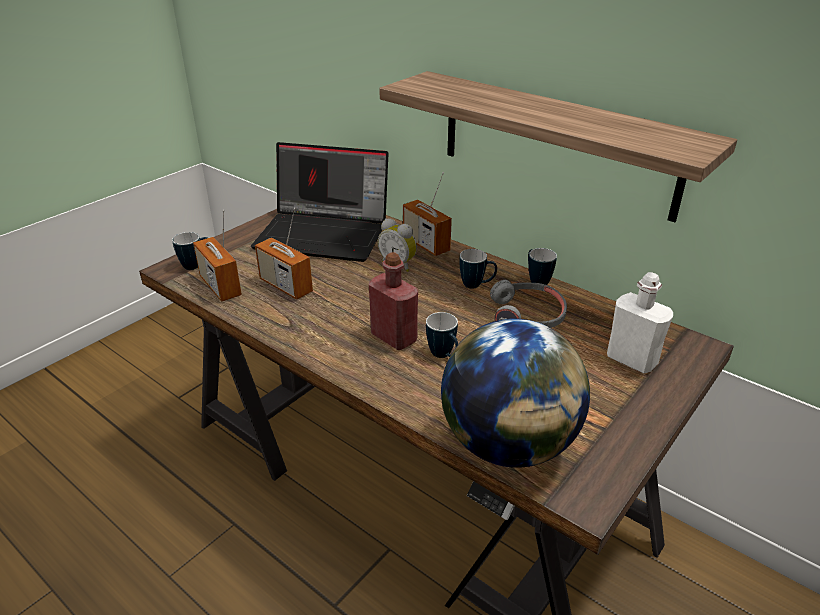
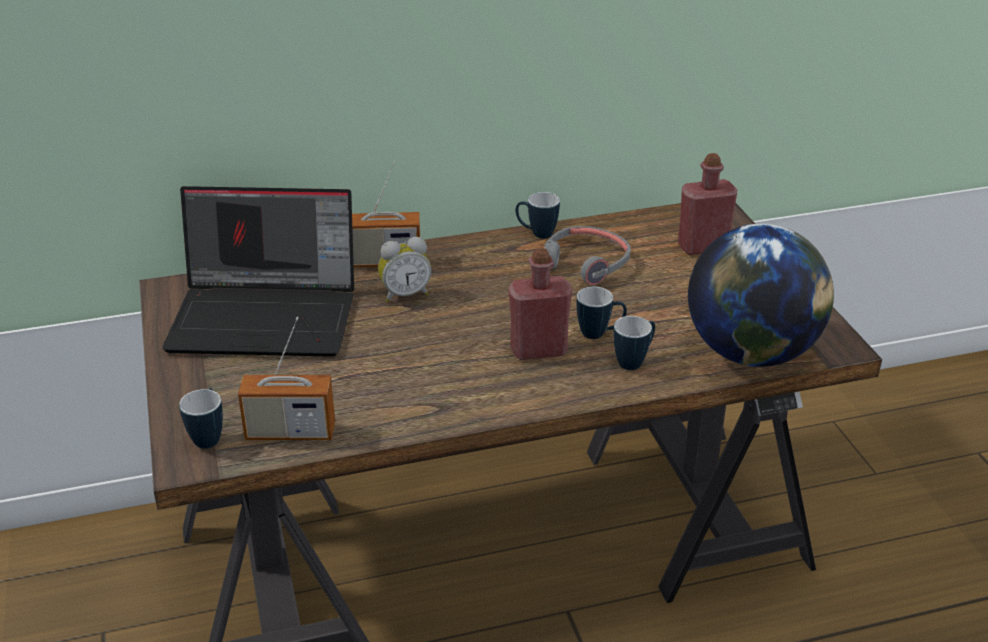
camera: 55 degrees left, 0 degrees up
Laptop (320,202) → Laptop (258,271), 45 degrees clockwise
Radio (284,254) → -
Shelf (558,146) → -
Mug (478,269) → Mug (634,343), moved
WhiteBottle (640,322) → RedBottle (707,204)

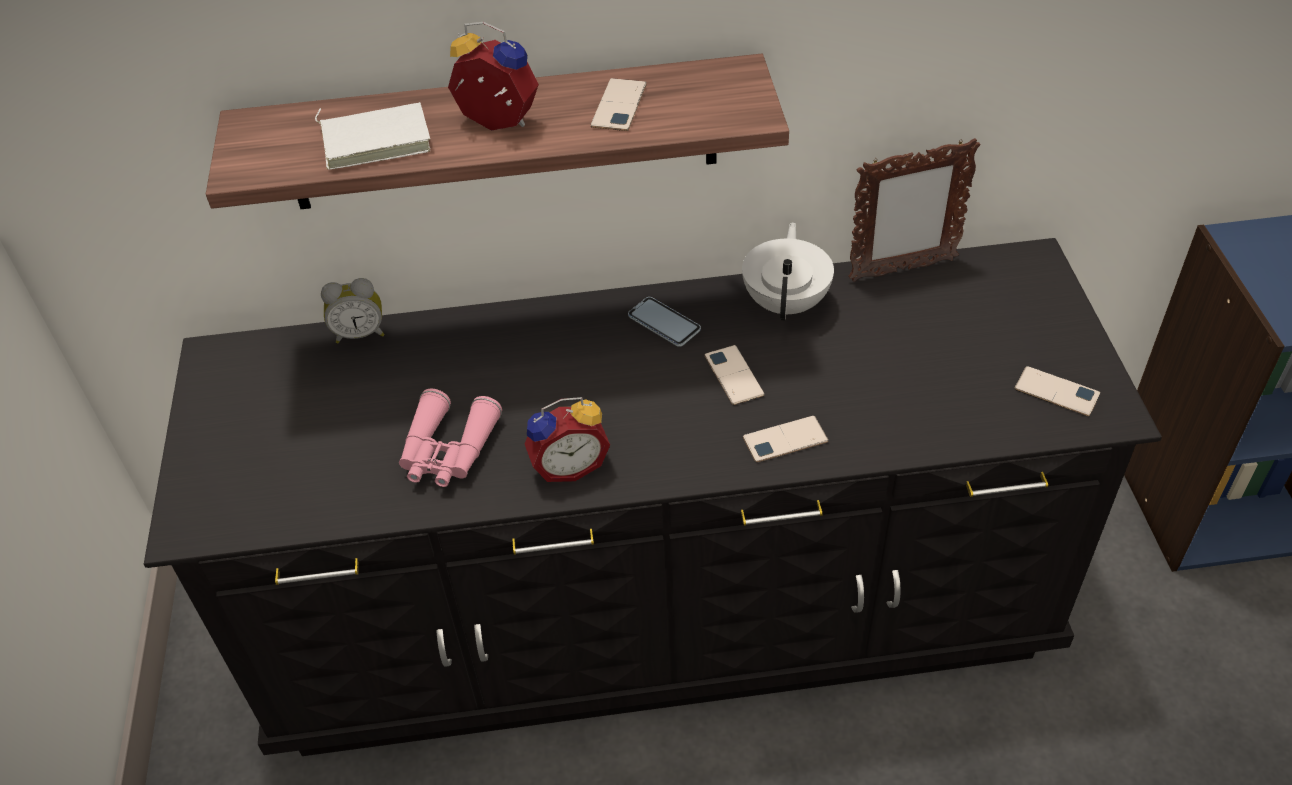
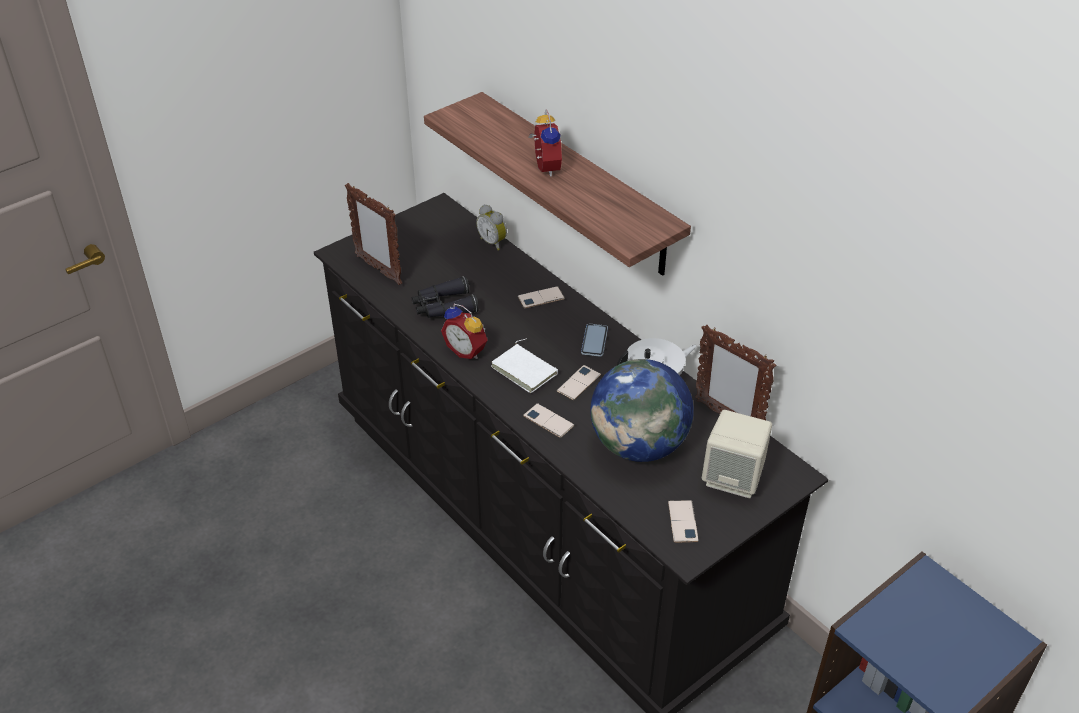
camera: 55 degrees right, 5 degrees down
WhiteBook (372,136) → WhiteBook (524,366), moved
PinkBinoculars (450,438) → BlackBinoculars (445,297)
Phone (619,104) → Phone (541,297), moved
- → PictureFrame (373,234)
- → Globe (642,410)
- → BeigeSpeaker (737,454)

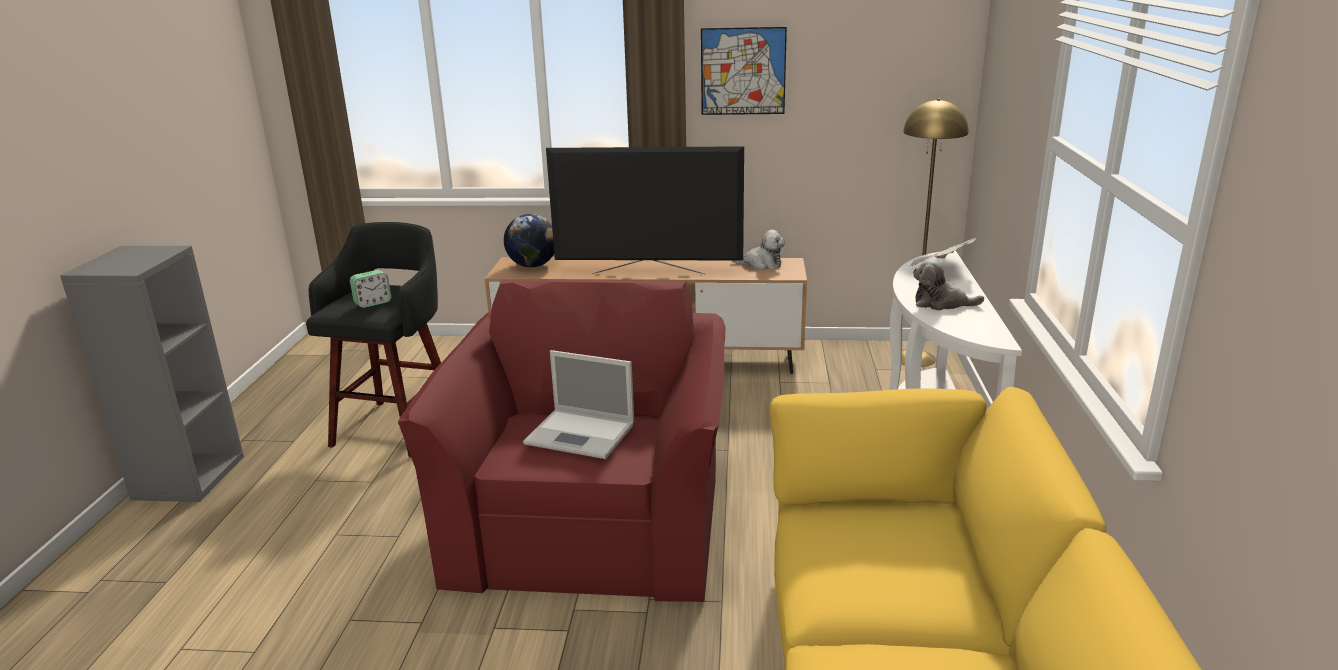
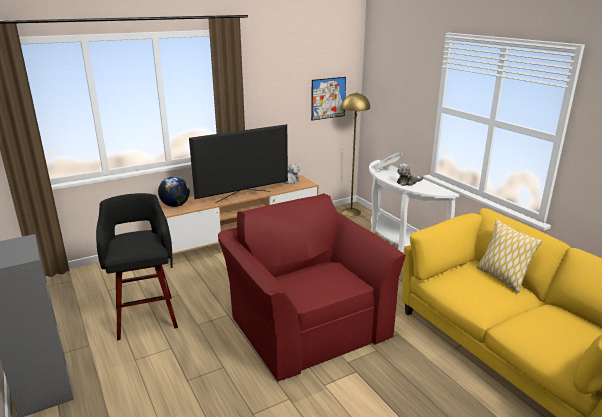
camera: 35 degrees left, 0 degrees up
AlarmClock (370,289) → -
Laptop (578,404) → -
Picture (744,71) → Picture (328,98), moved
- → Pillow (509,256)

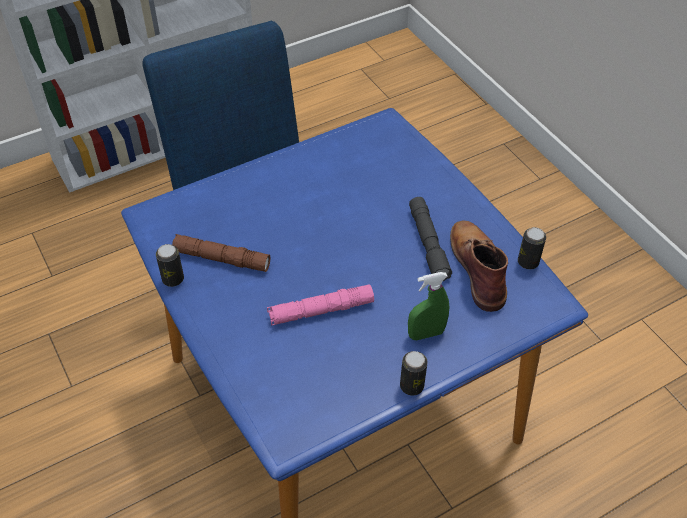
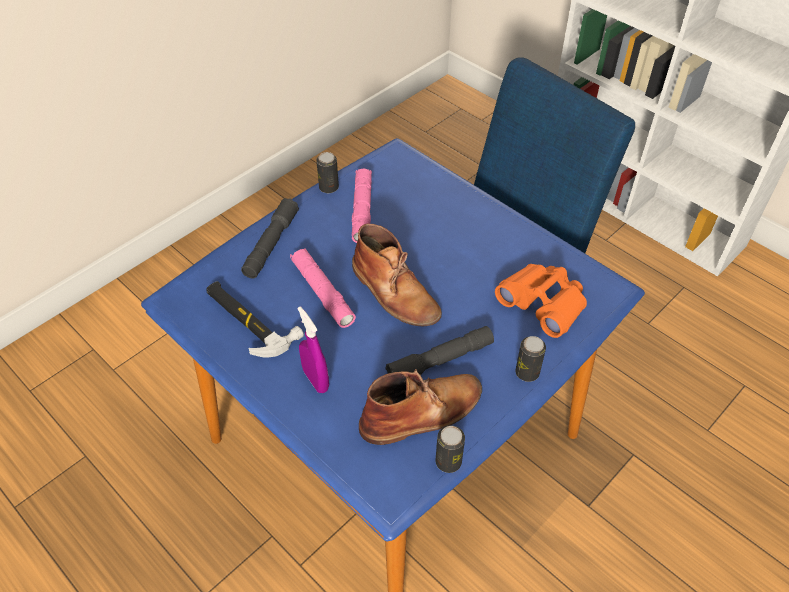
camera: 75 degrees right, 0 degrees up
BrownFlashlight (221,253) → PinkFlashlight (362,205)
Can (413,373) → Can (530,359), moved
GreenSprayBottle (429,306) → PurpleSprayBottle (313,349)
- → Hammer (255,319)
- → GreyFlashlight (270,238)
- → BrownBoot (397,274)
- → OrangeBinoculars (541,301)

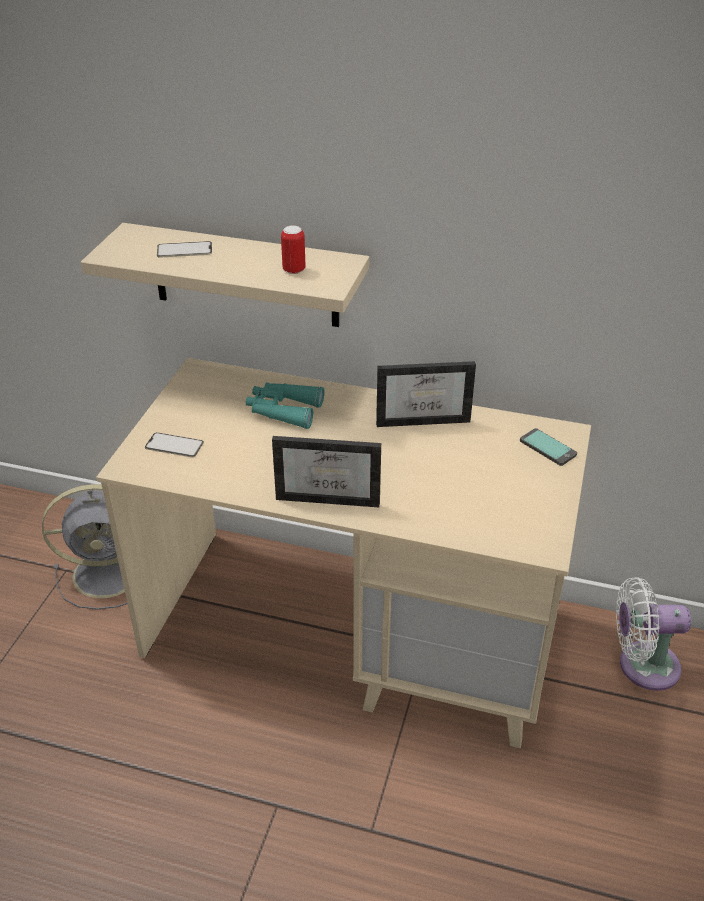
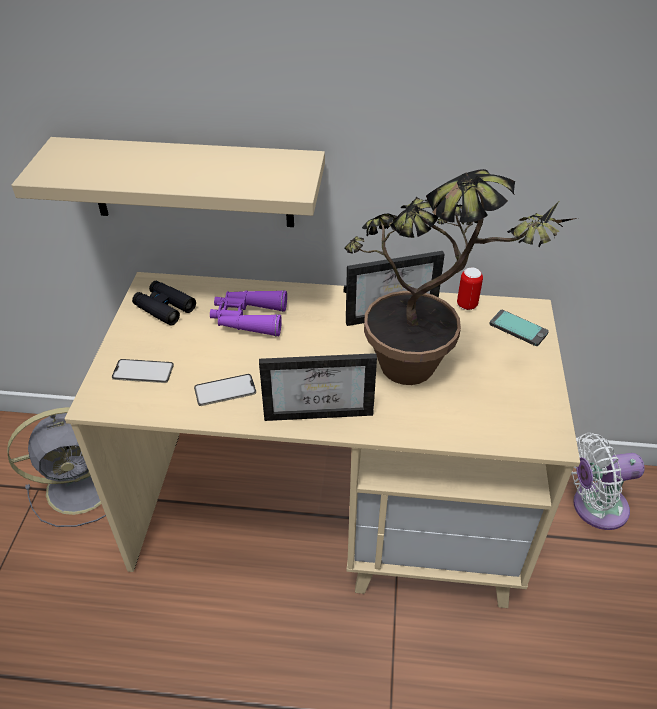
camera: 10 degrees left, 5 degrees up
Phone (184,249) → Phone (225,390), moved
TurquoiseBinoculars (285,405) → PurpleBinoculars (248,313)
Can (293,250) → Can (470,289), moved
- → BlackBinoculars (164,303)
- → PottedPlant (461,277)

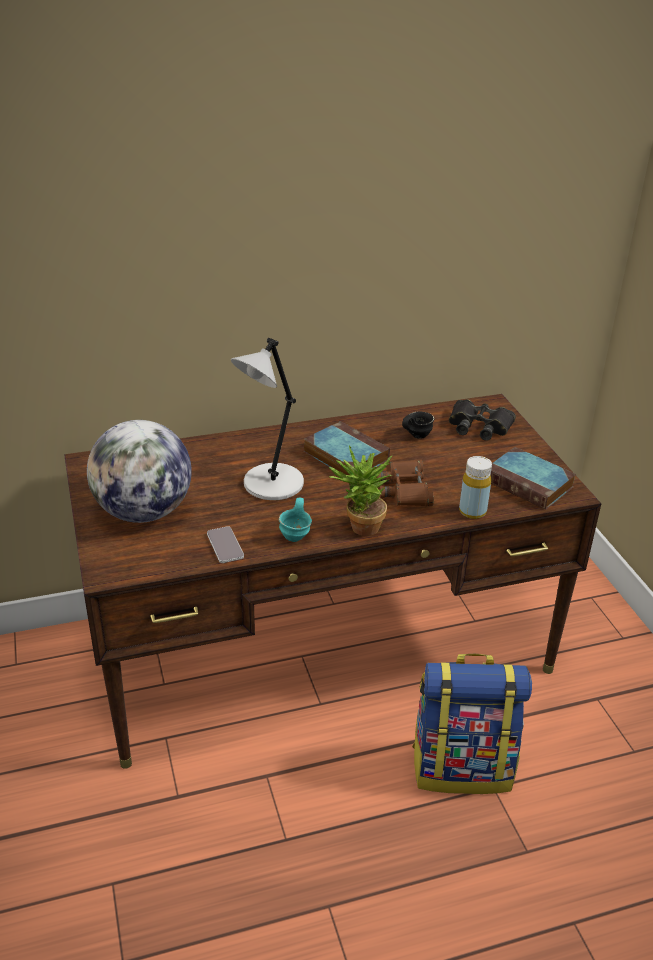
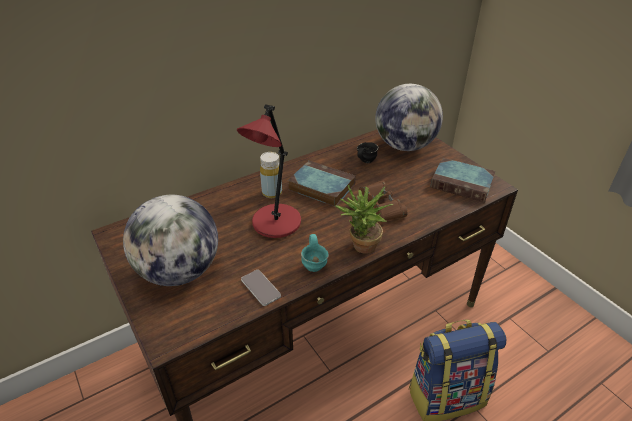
camera: 15 degrees left, 5 degrees up
GreyTableLamp (267,419) → RedTableLamp (269,171)
BlackBinoculars (482,420) → Globe (409,117)
YellowBottle (475,487) → YellowBottle (271,175), moved

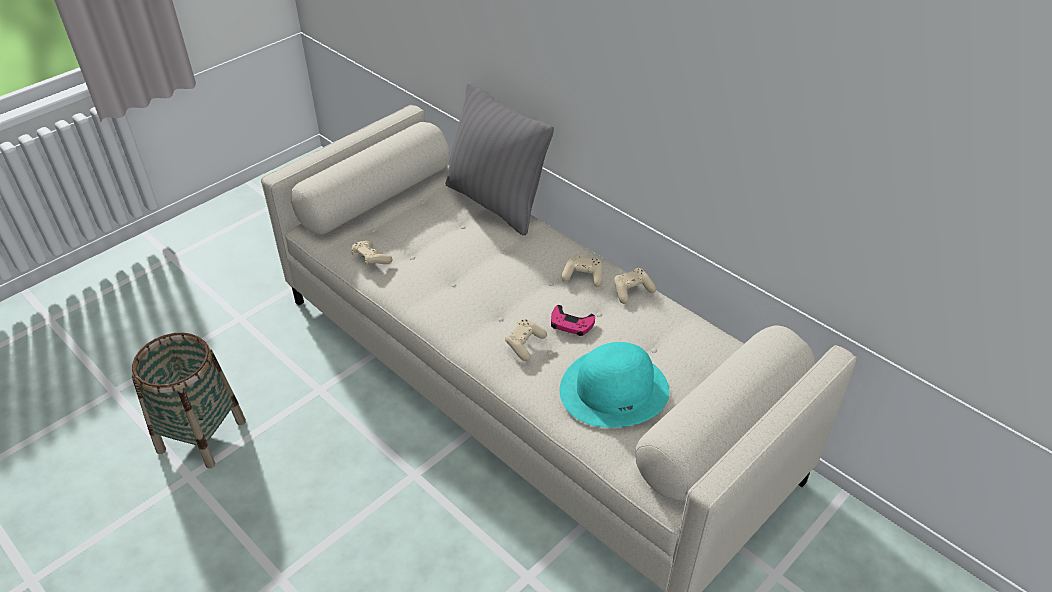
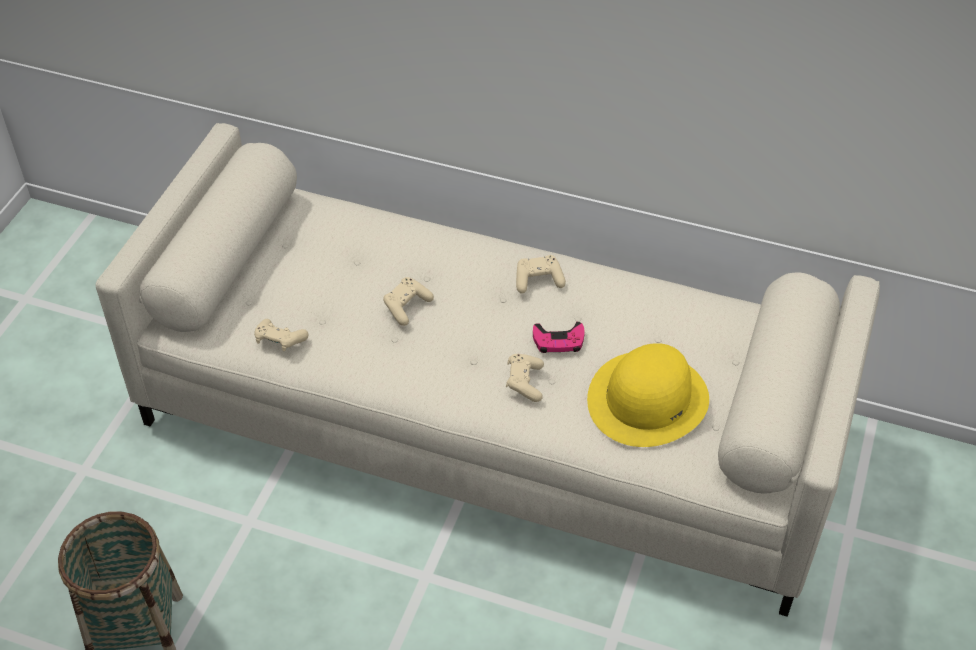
camera: 25 degrees left, 5 degrees up
GreyPillow (500,158) → -
TurquoiseHat (614,385) → YellowHat (648,395)
BeigeGameController (635,286) → BeigeGameController (408,301), moved

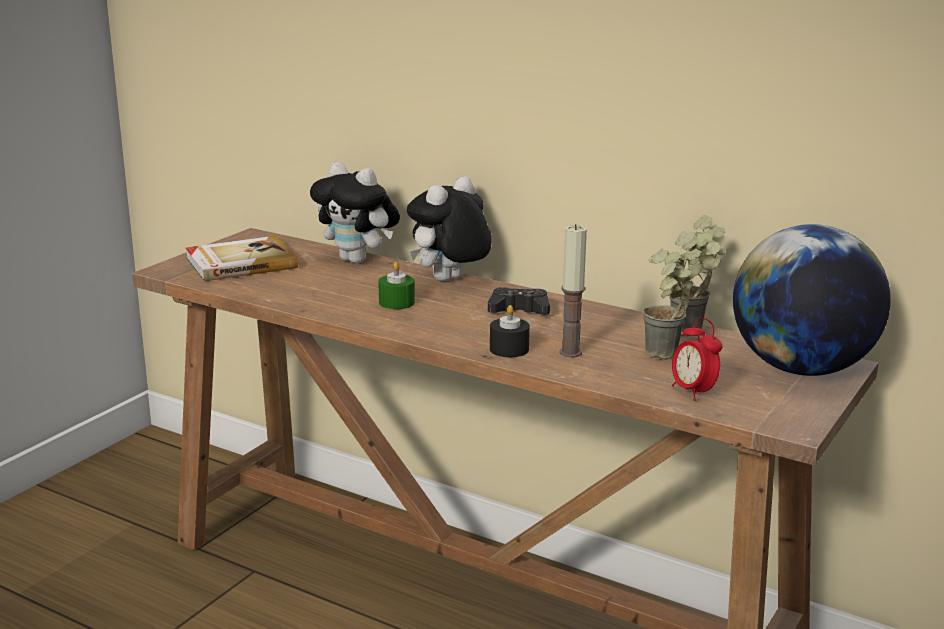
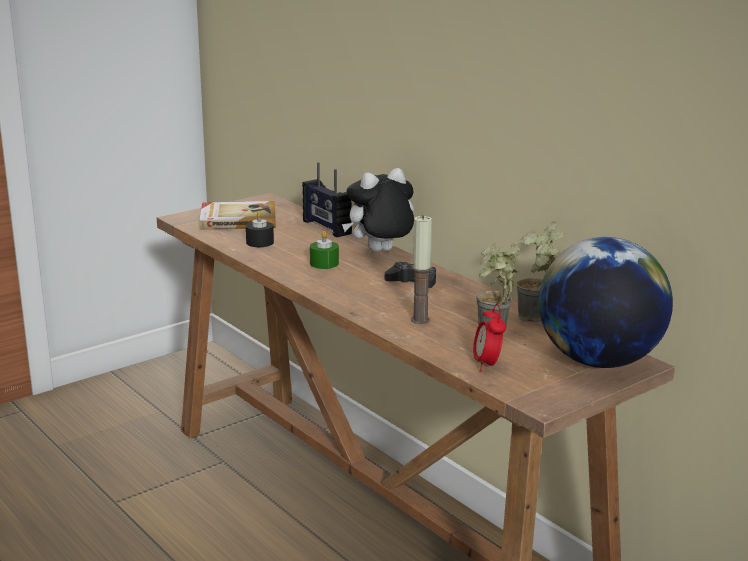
camera: 20 degrees right, 0 degrees up
PlushToy (355,213) → Radio (327,199)
BlackCandle (510,331) → BlackCandle (260,229), moved

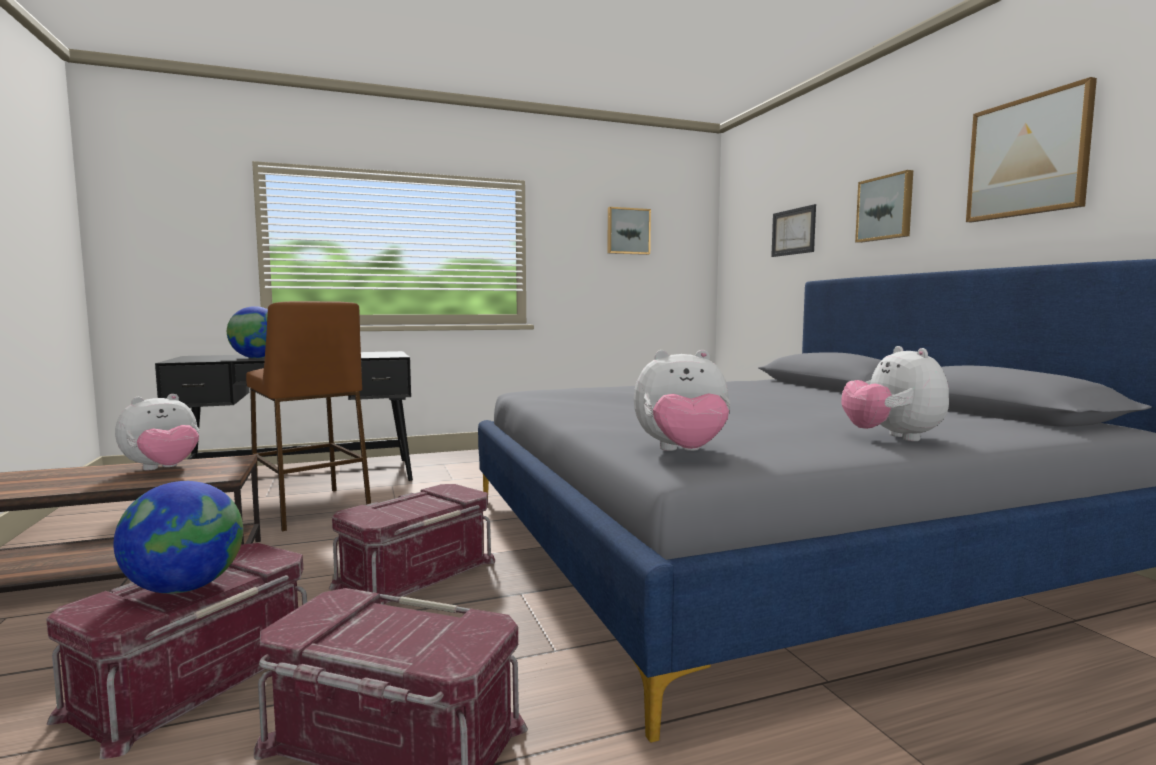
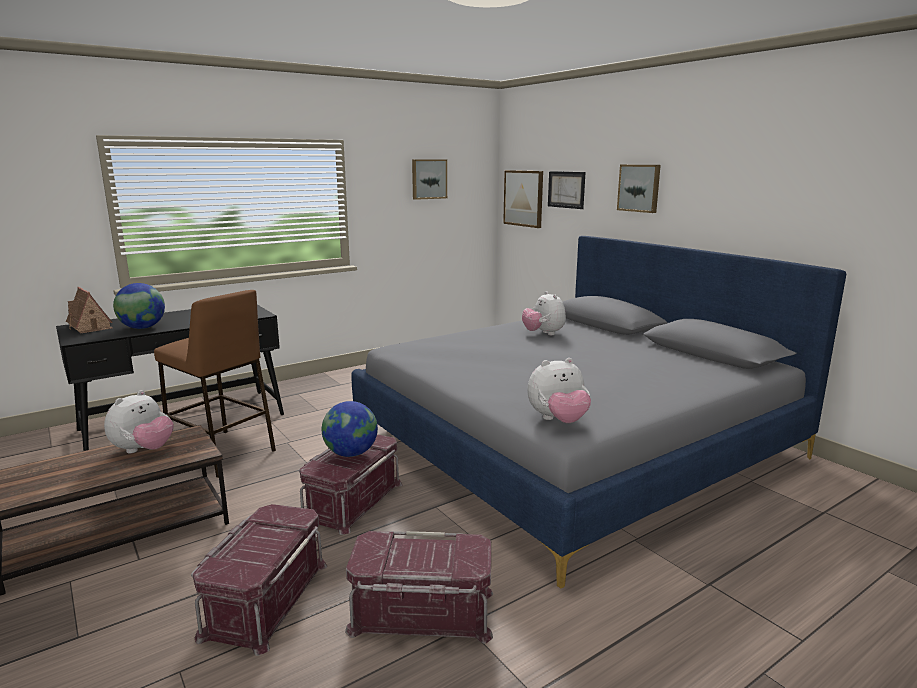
camera: 15 degrees left, 10 degrees up
Globe (178,537) → Globe (350,429), moved
PlushToy (895,393) → PlushToy (544,313), moved
Picture (1031,150) → Picture (523,199), moved
- → ToyHouse (89,310)

